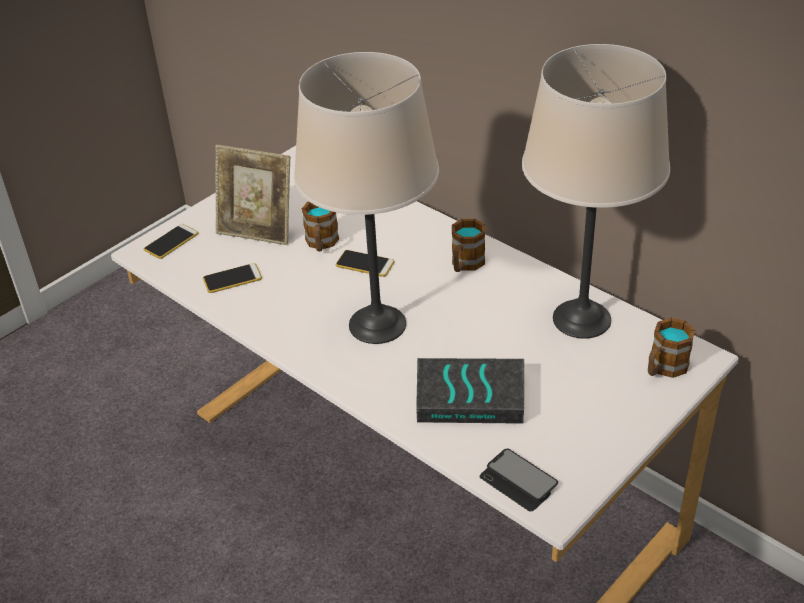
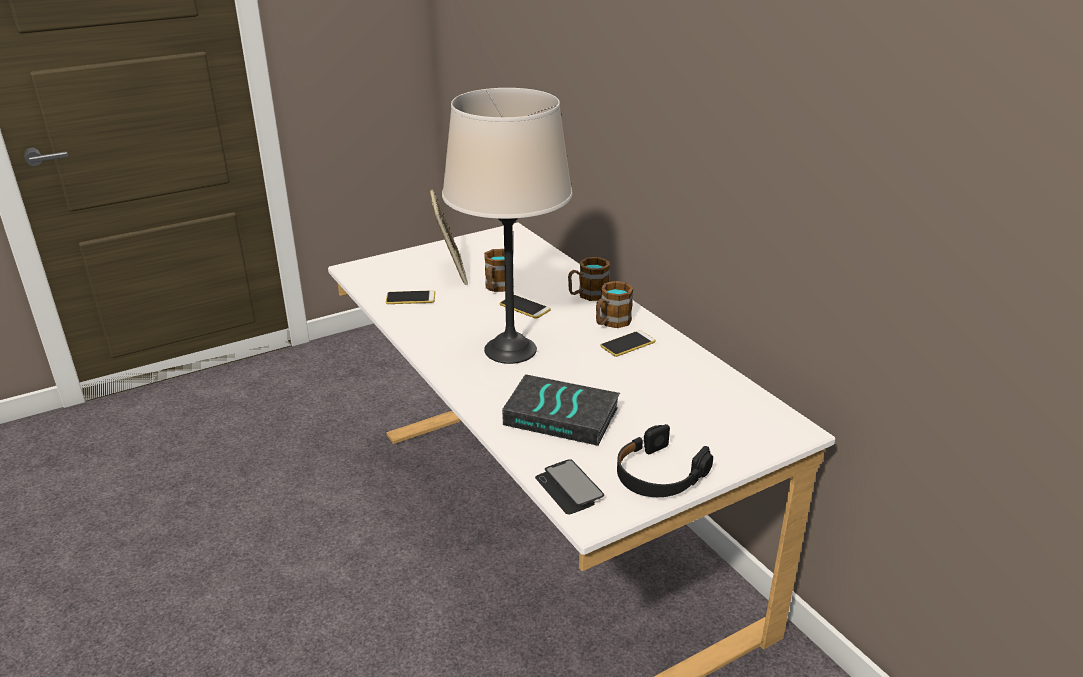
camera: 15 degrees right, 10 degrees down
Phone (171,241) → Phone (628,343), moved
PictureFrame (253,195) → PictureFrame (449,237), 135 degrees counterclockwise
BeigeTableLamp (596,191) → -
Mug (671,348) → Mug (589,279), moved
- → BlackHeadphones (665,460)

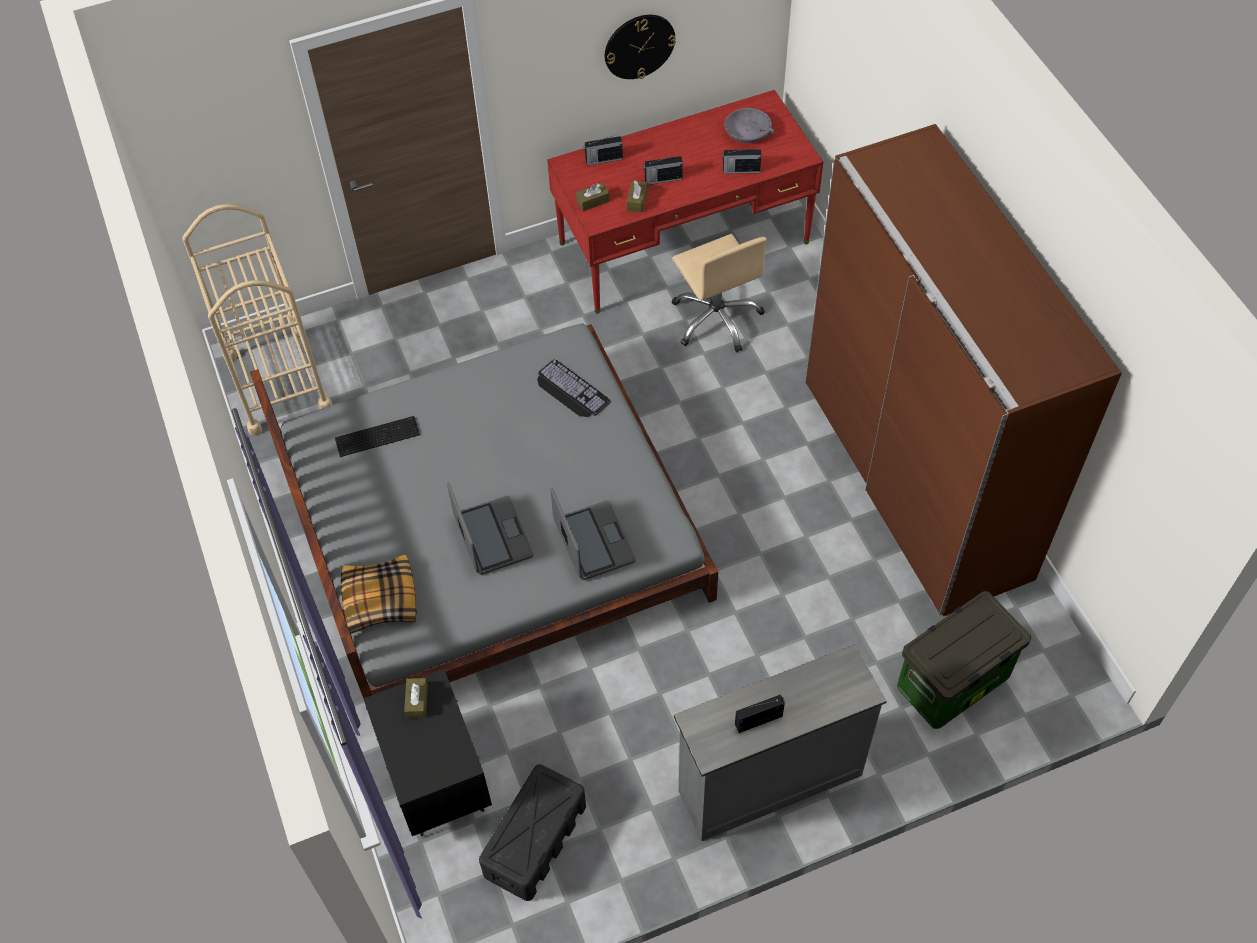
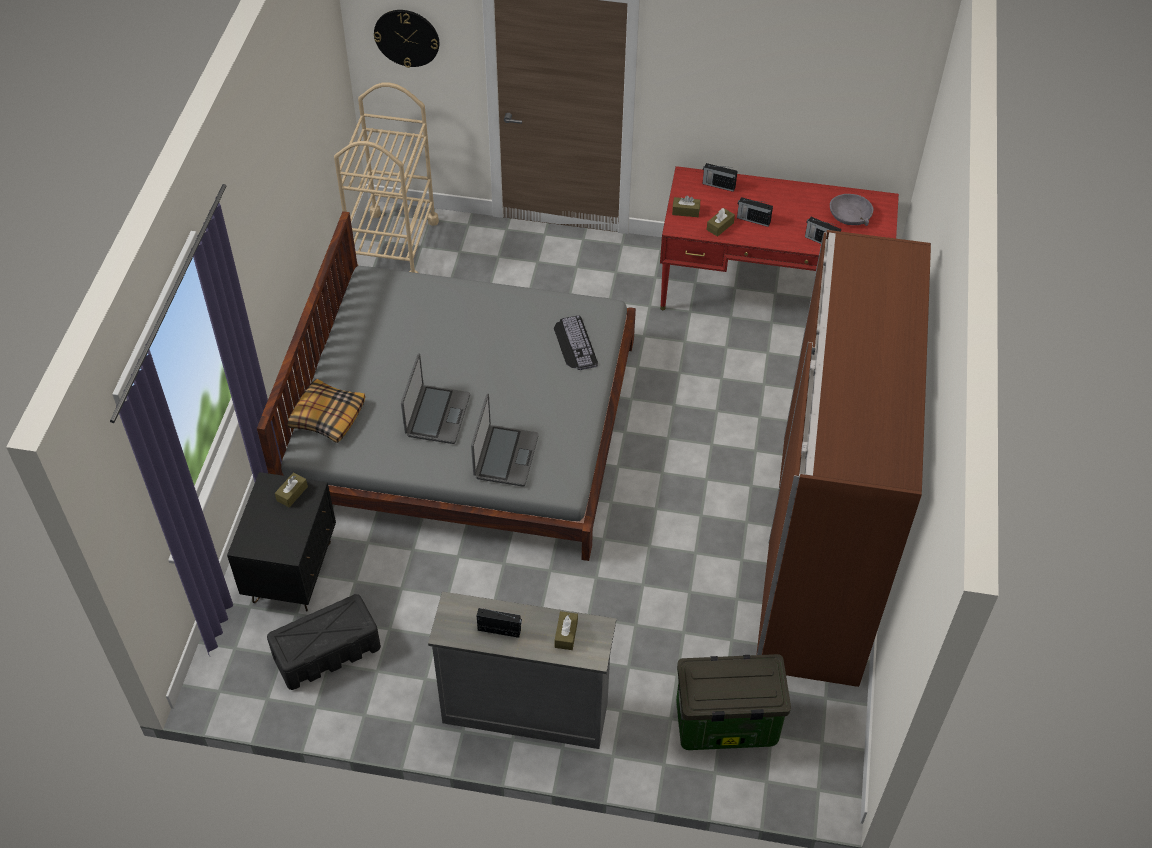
camera: 30 degrees right, 5 degrees down
Keyboard (377,436) → -
WallClock (640,47) → WallClock (406,39), moved
BeigeOfficeChair (719,293) → -
- → BrownTissueBox (566,630)

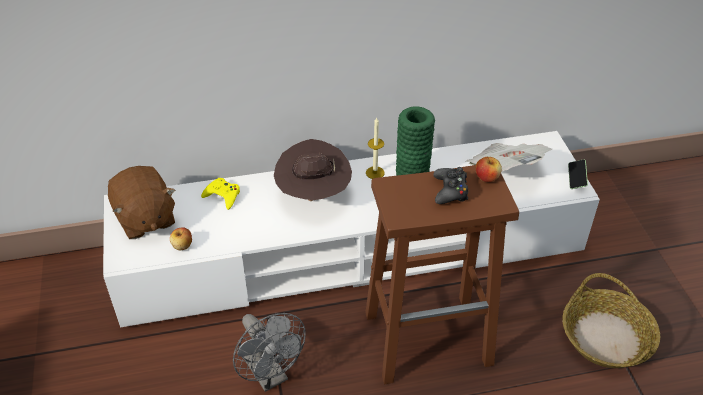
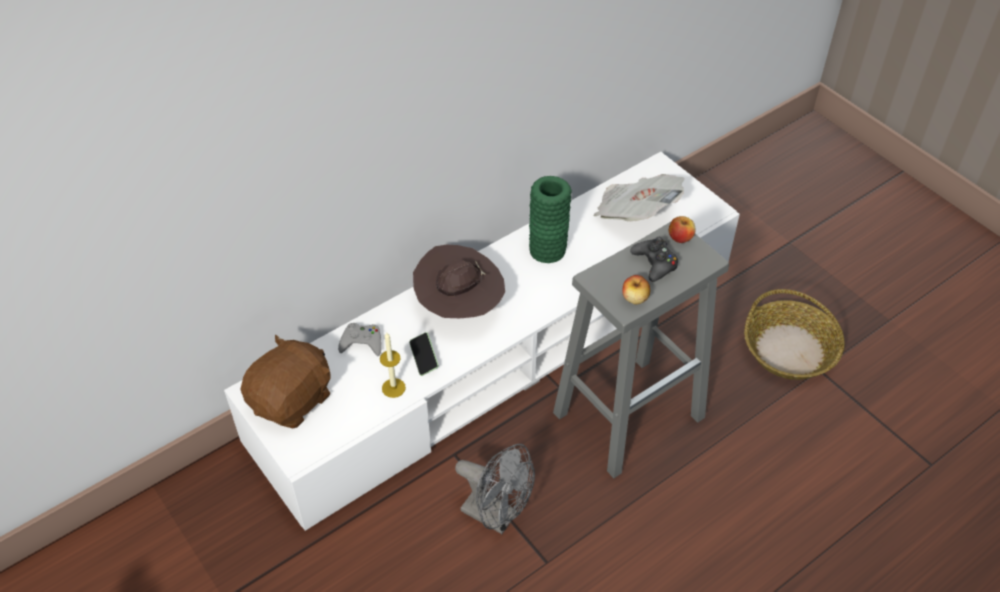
camera: 25 degrees left, 5 degrees up
BrownPlushToy (141,202) → BrownPlushToy (285,381), 90 degrees counterclockwise
Apple (181,238) → Apple (636,289), moved
YellowGameController (220,194) → GreyGameController (360,339)
BrownStool (442,274) → GreyStool (641,350)
Candle (375,148) → Candle (393,365), moved
Phone (578,174) → Phone (424,354), moved

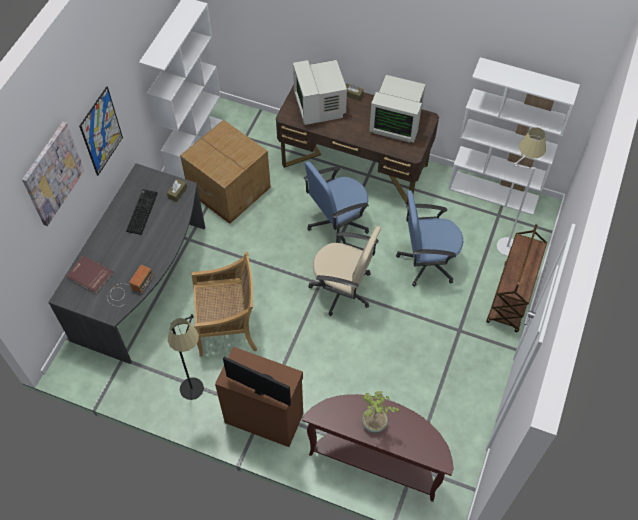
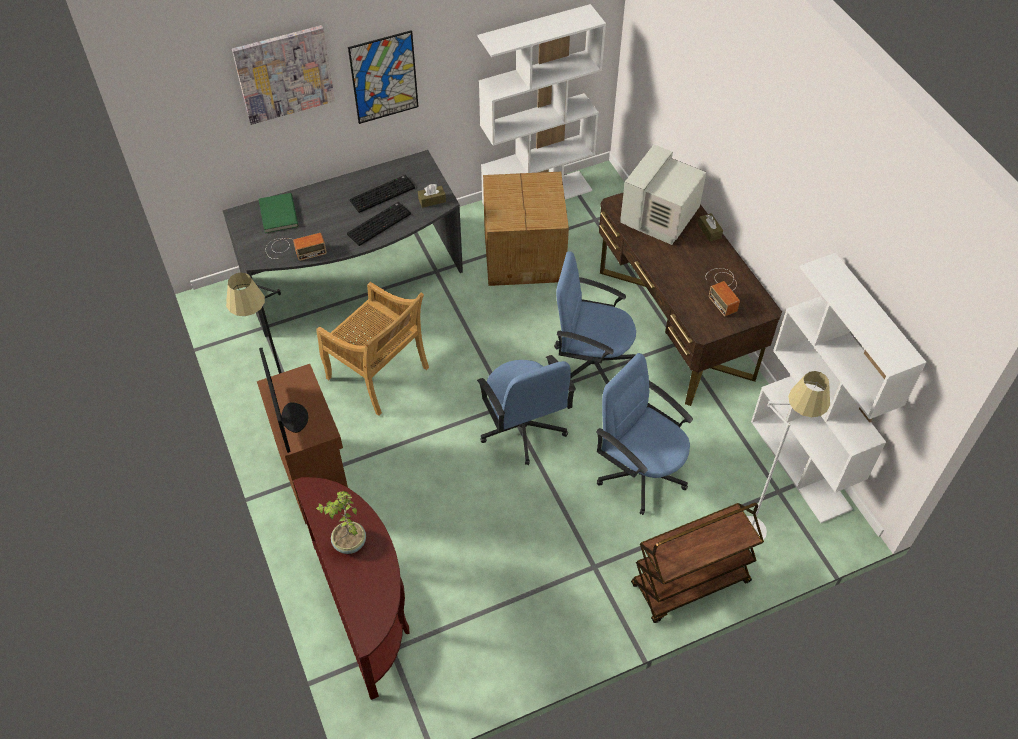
camera: 45 degrees right, 5 degrees down
RedBook (90,275) → GreenBook (278,213)
BeigeOfficeChair (344,271) → BlueOfficeChair (526,410)
Monitor (397,108) → Radio (723,292)
- → Keyboard (379,224)

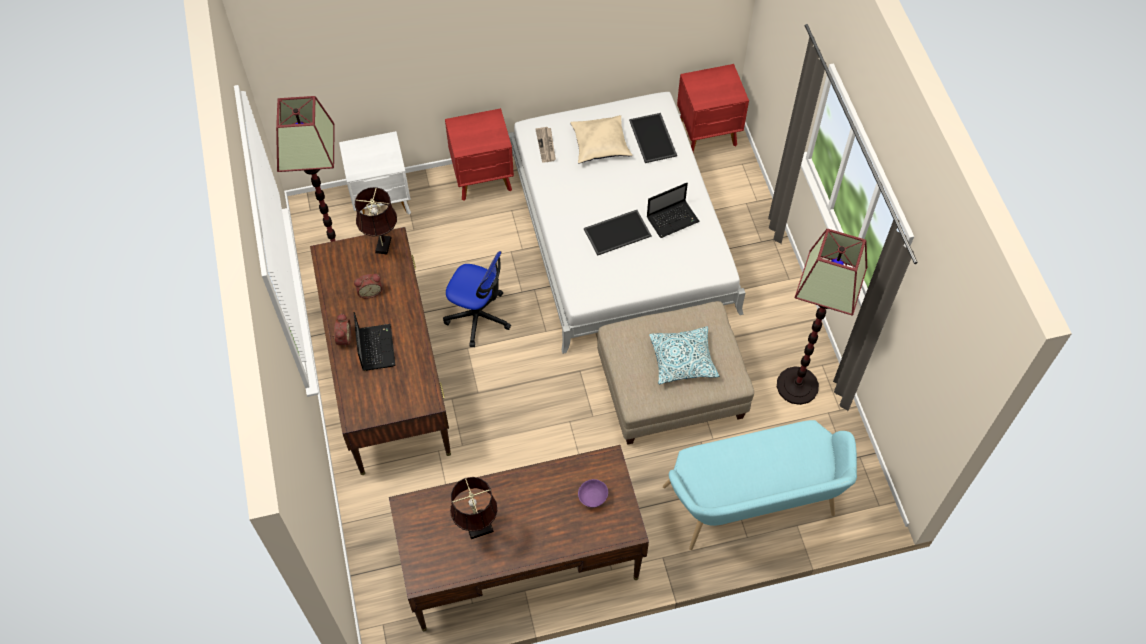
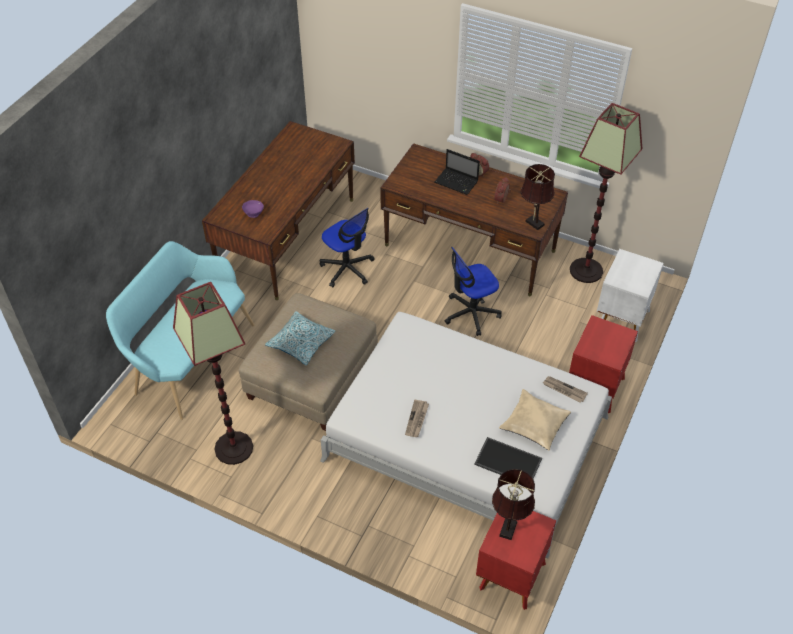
camera: 130 degrees right, 10 degrees down
BrownTableLamp (473,508) → BrownTableLamp (513,504), moved
Tray (618,233) → -
Laptop (673,210) → Newspaper (417,418)
- → OfficeChair (347,247)

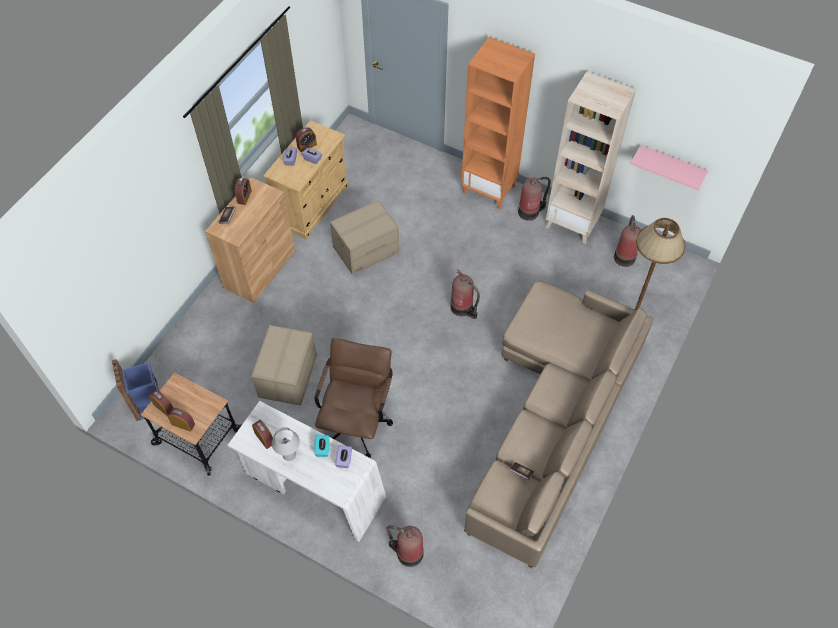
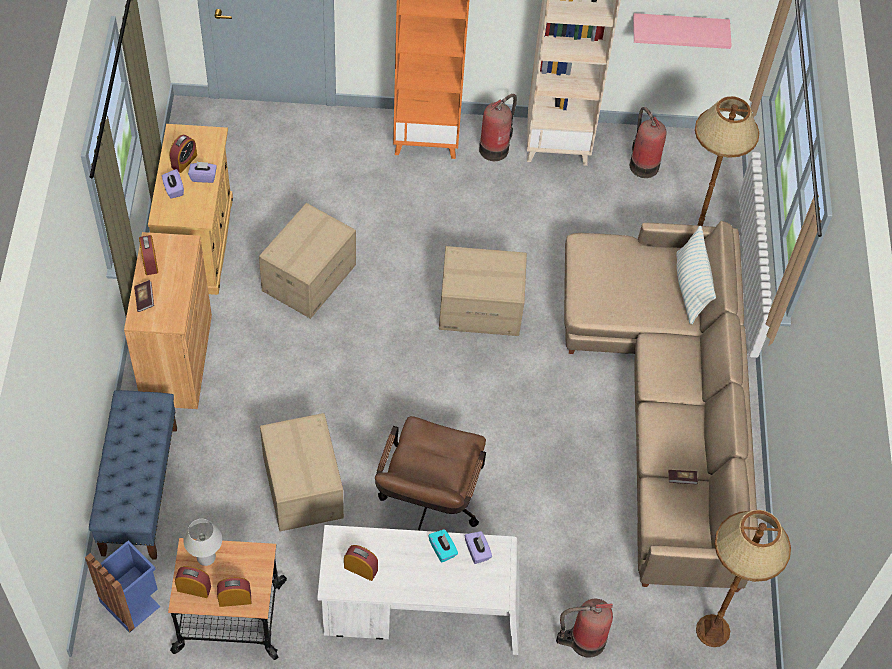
camera: 30 degrees left, 0 degrees up
WhiteTableLamp (286,444) → WhiteTableLamp (202,542), moved
BrownOfficeChair (354,398) → BrownOfficeChair (430,473), 150 degrees counterclockwise
FireExtinguisher (465,294) → CardboardBox (483,291)
- → BlueBench (133,475)
- → Pillow (696,275)
- → BrownFloorLamp (743,578)

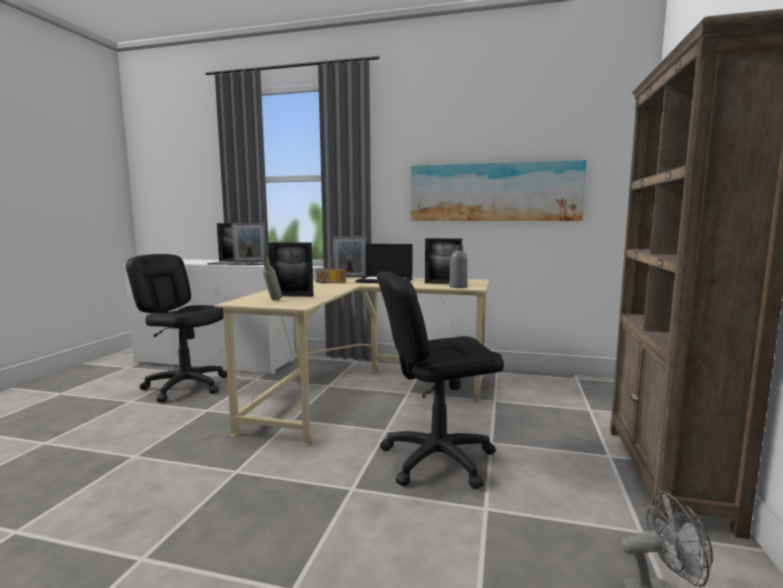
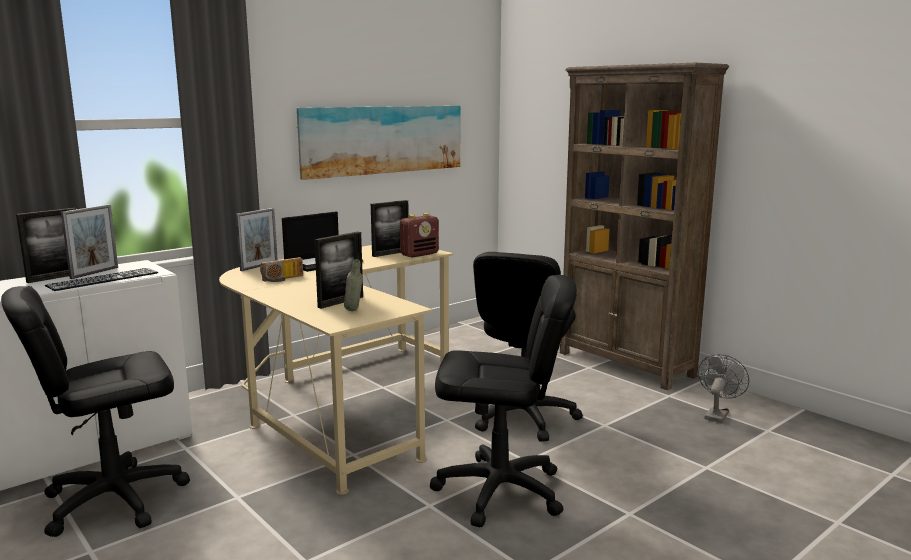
camera: 55 degrees left, 5 degrees up
GreyBottle (458,266) → Radio (419,235)
- → BlackOfficeChair (503,401)

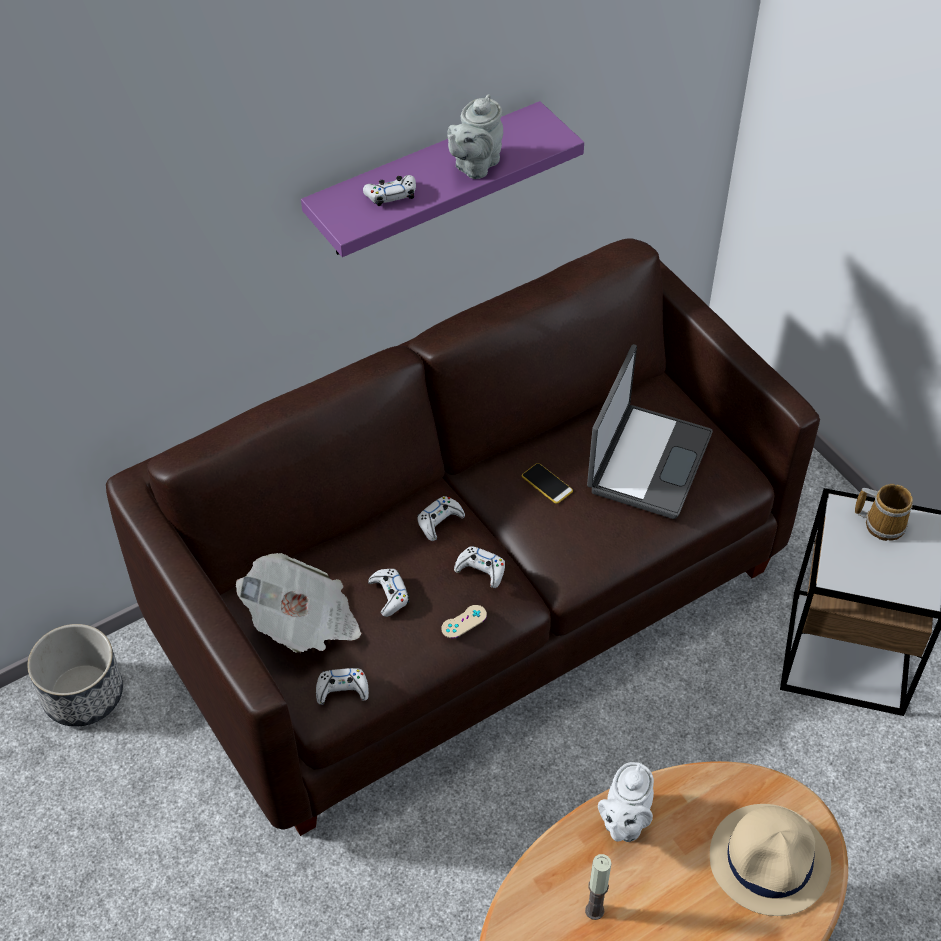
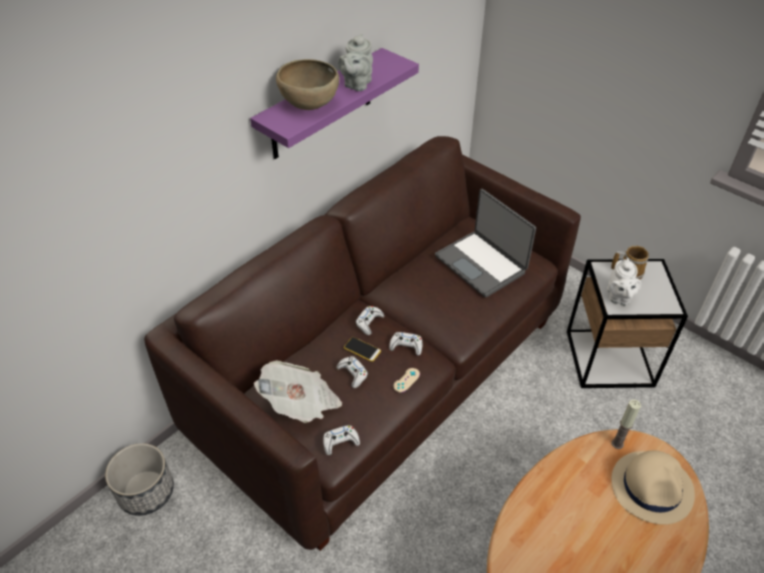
camera: 15 degrees left, 5 degrees down
WhiteGameController (389,190) → BrownBowl (307,84)
Phone (547,483) → Phone (362,349), moved
Candle (598,887) → Candle (626,424), moved
Laptop (650,431) → Laptop (485,243), 135 degrees clockwise
WhiteTeapot (626,802) → WhiteTeapot (624,282), moved

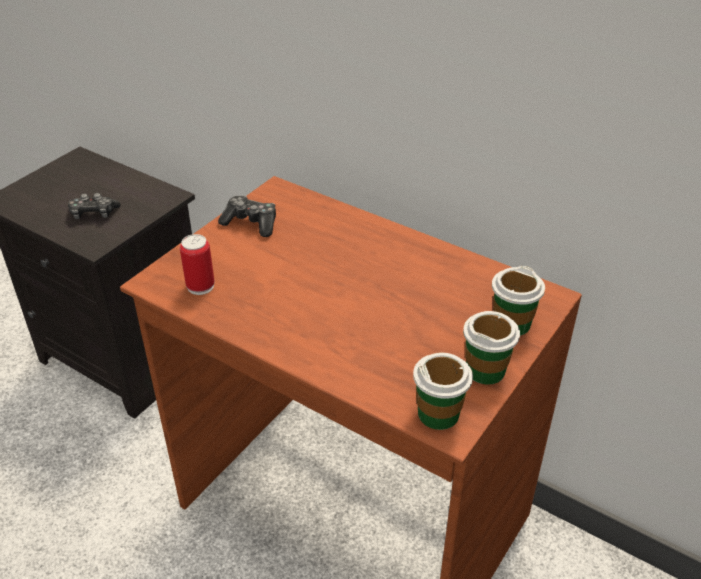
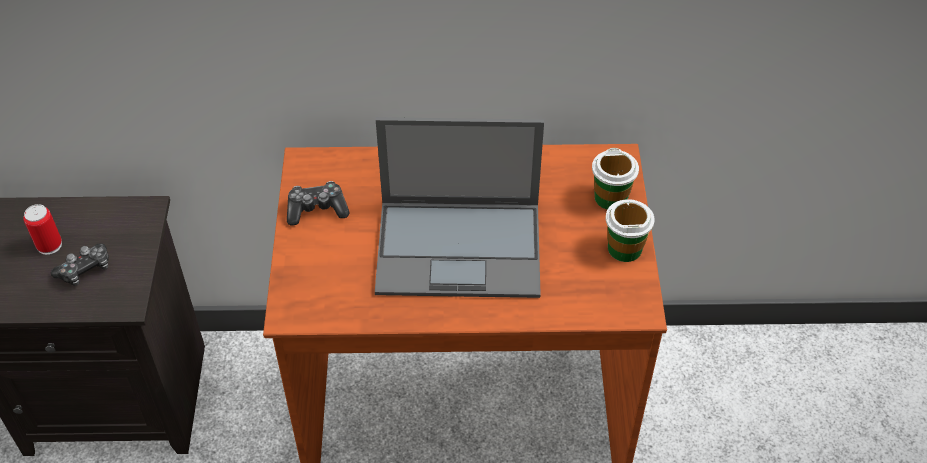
camera: 35 degrees left, 10 degrees up
Can (197,264) → Can (42,229), moved
Cup (443,391) → -
- → Laptop (459,207)

